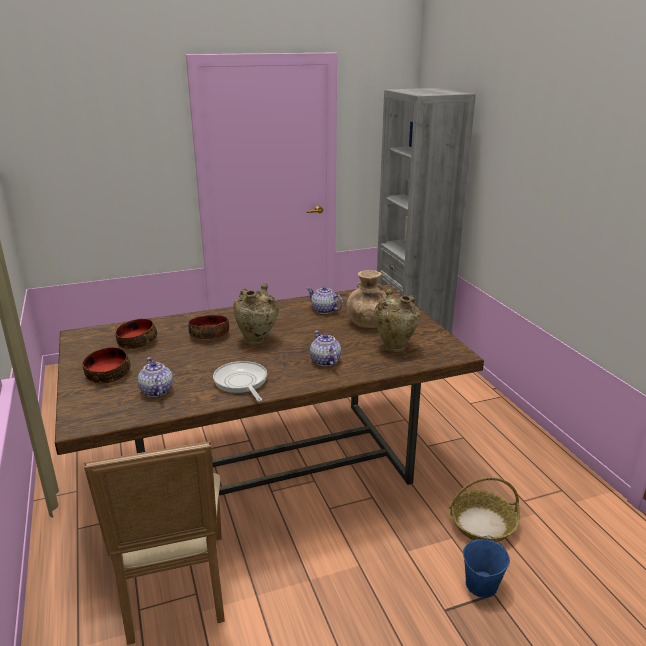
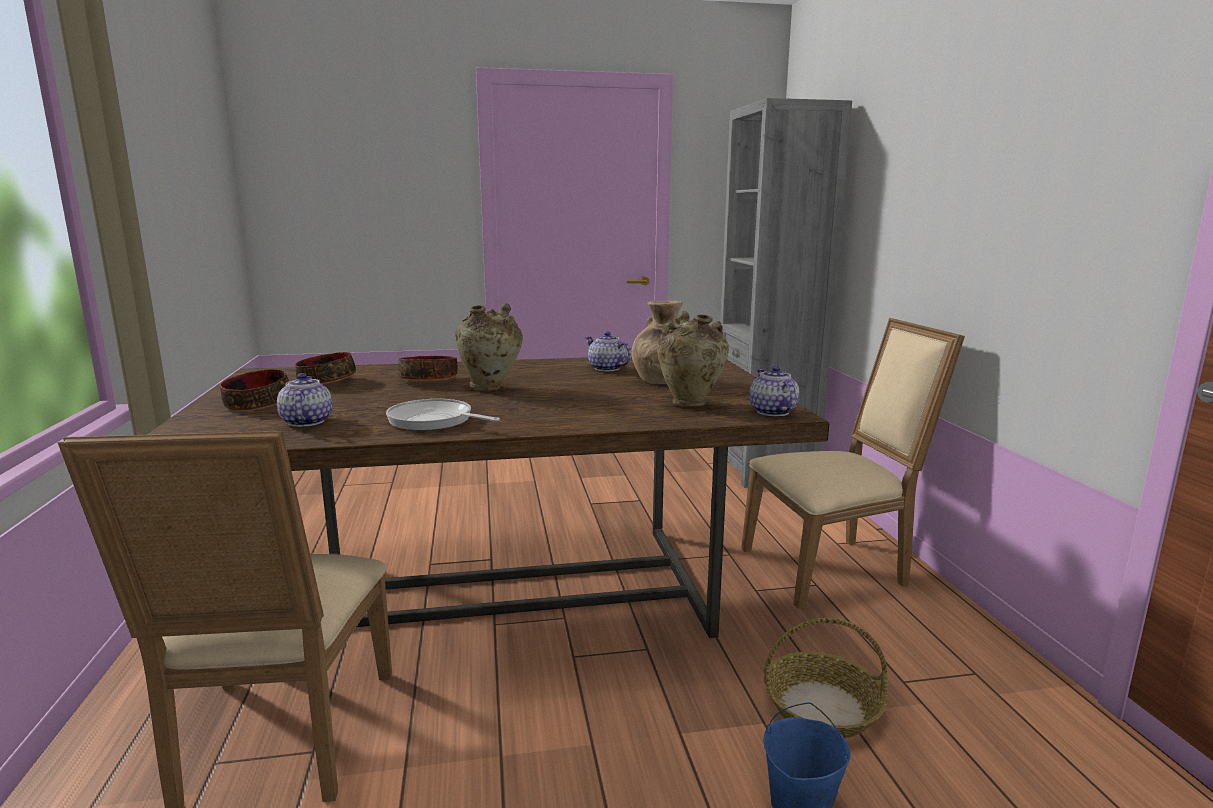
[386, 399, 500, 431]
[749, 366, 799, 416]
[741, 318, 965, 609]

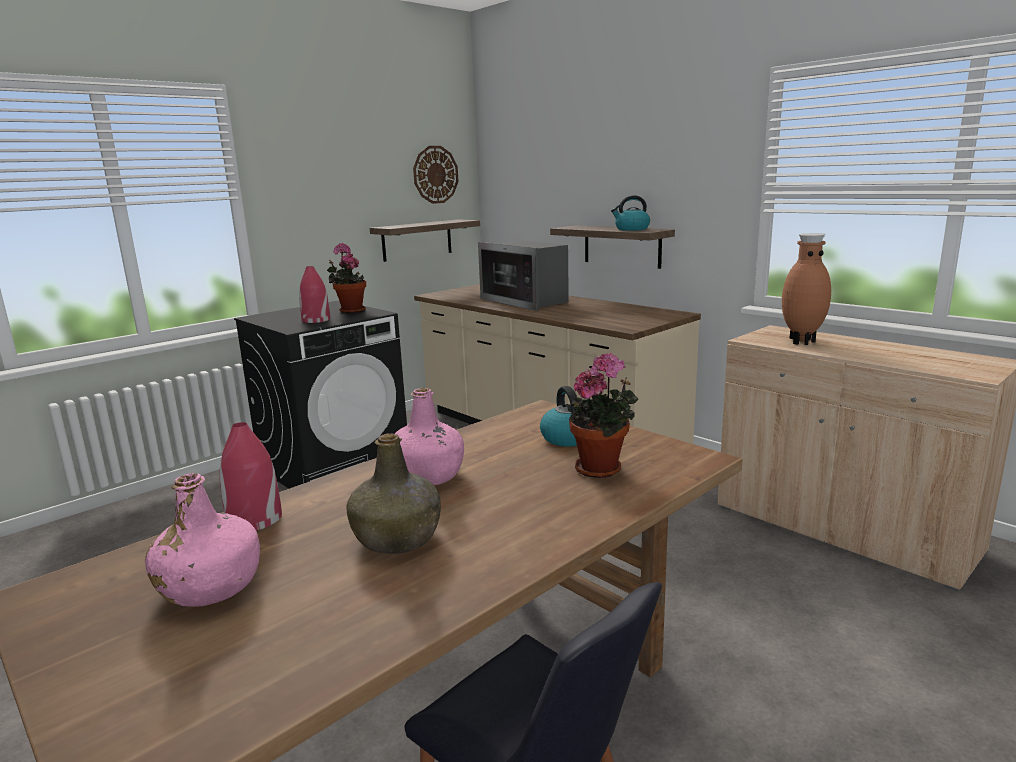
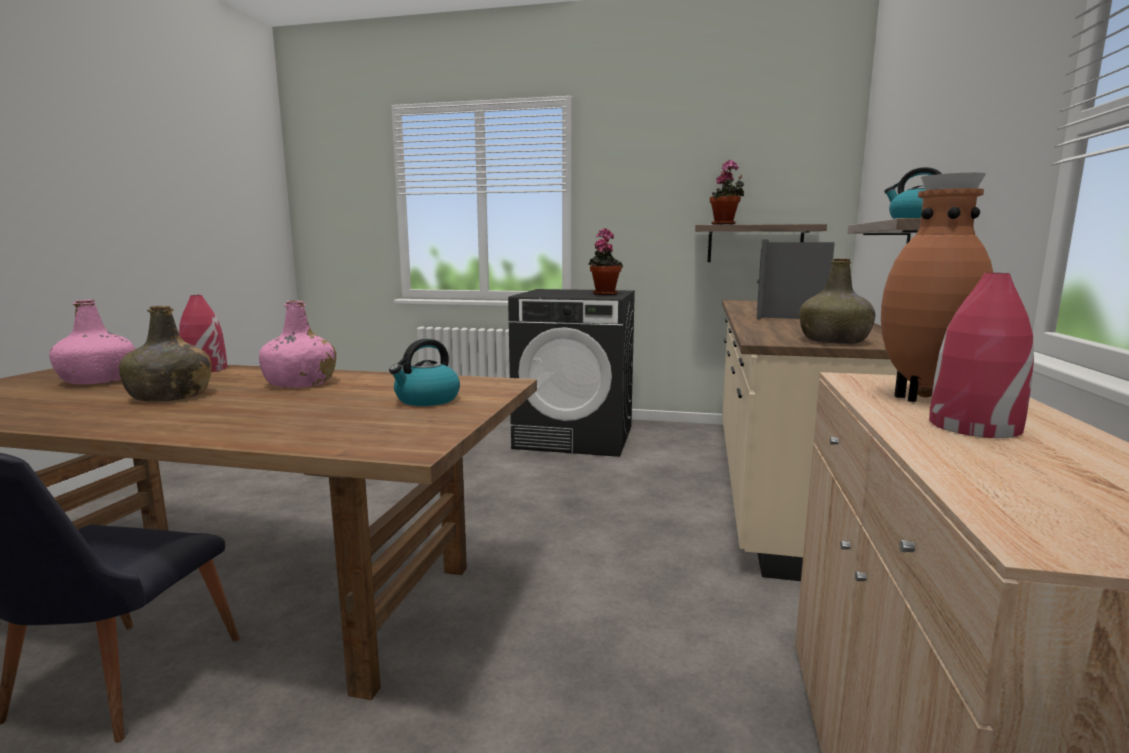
[929, 273, 1034, 438]
[413, 146, 459, 204] (first image)
[710, 160, 744, 225]
[799, 258, 876, 344]

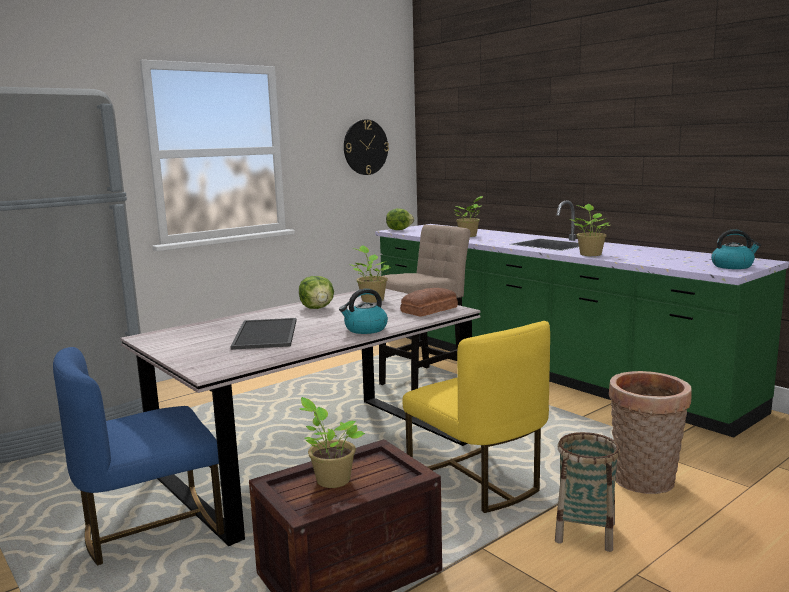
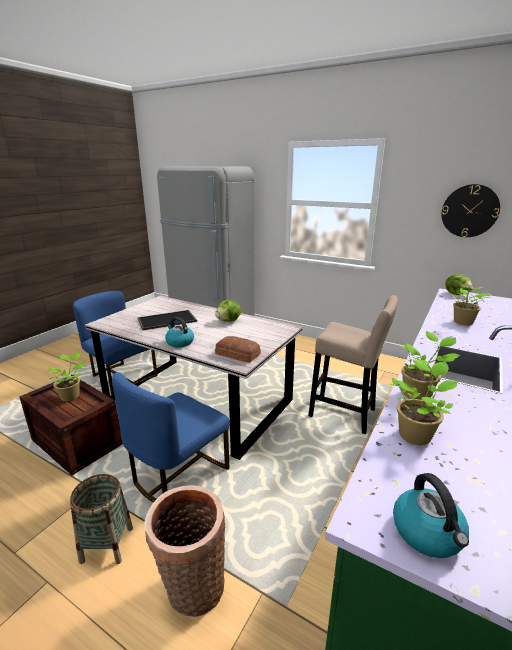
[390, 360, 457, 445]
[112, 372, 230, 502]

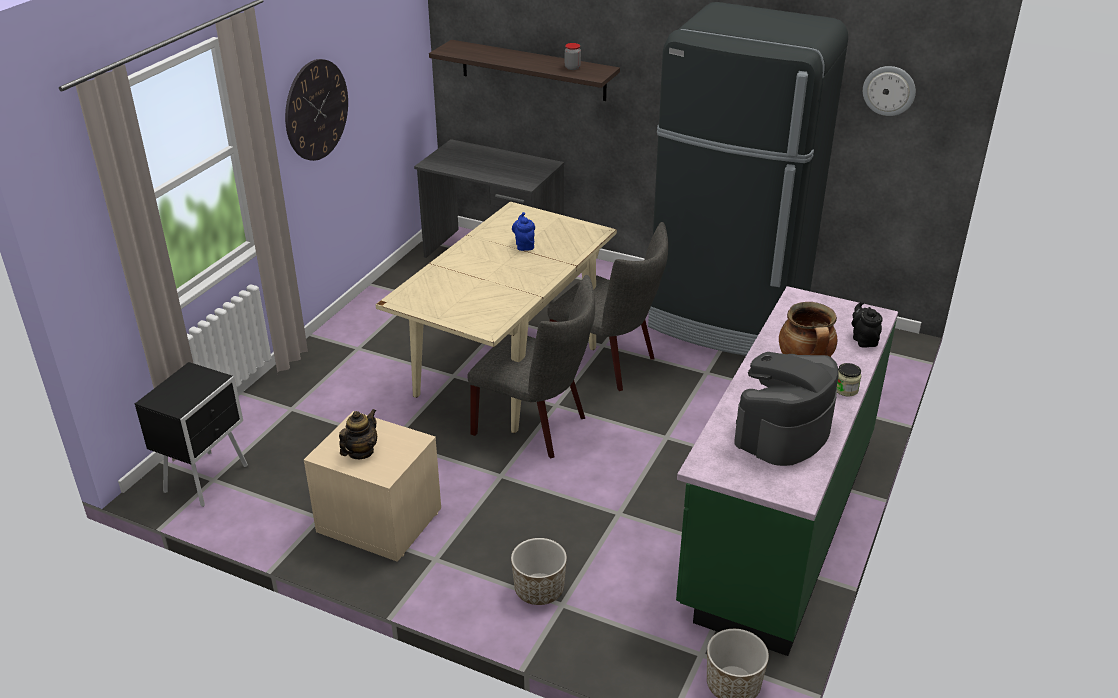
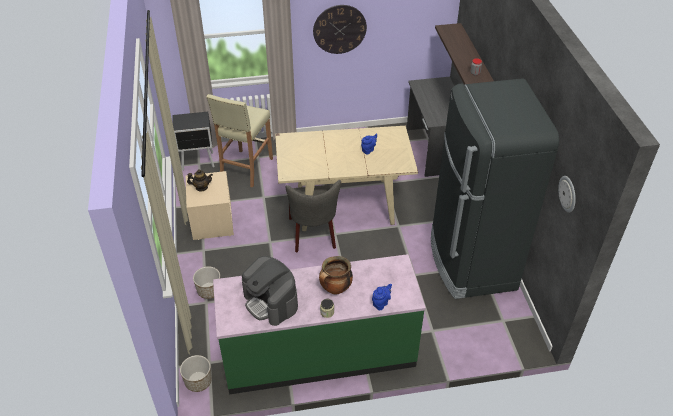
[547, 222, 668, 391] (first image)
[242, 256, 298, 326]
[372, 284, 392, 310]
[206, 94, 273, 188]

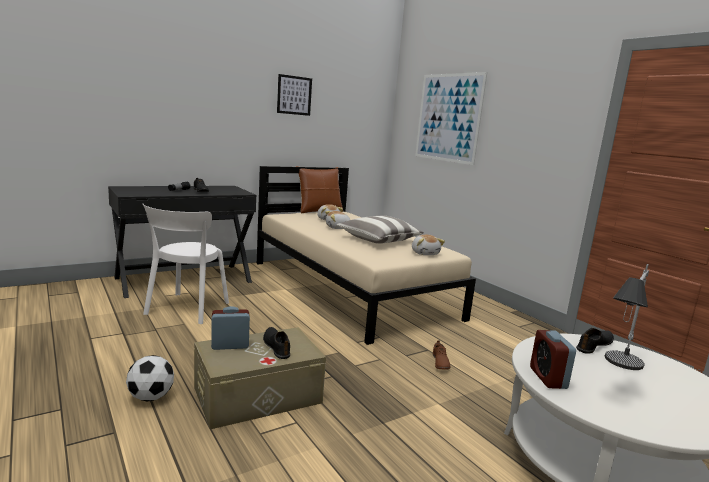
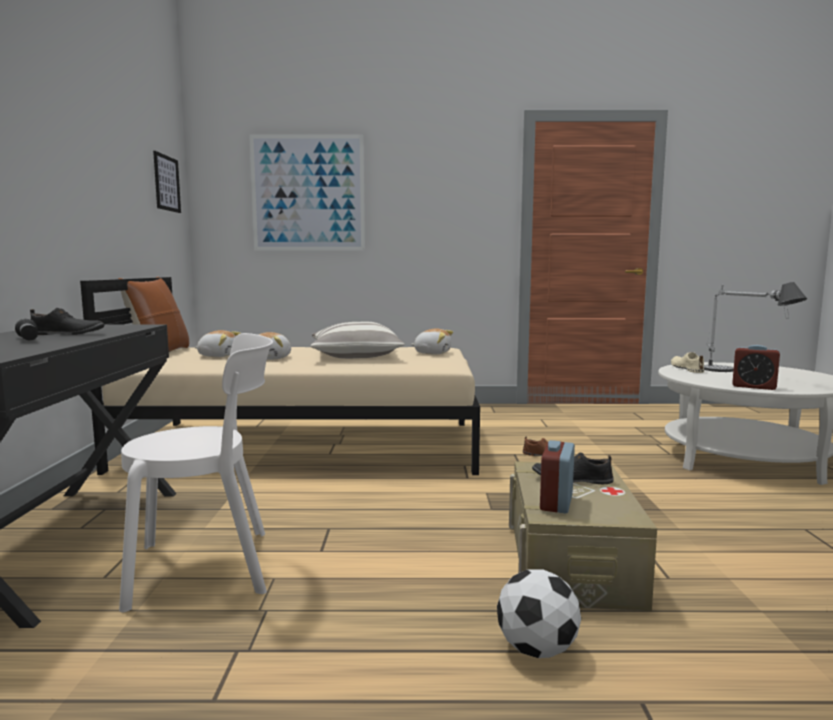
[119, 333, 273, 612]
[153, 151, 181, 213]
[671, 352, 704, 373]

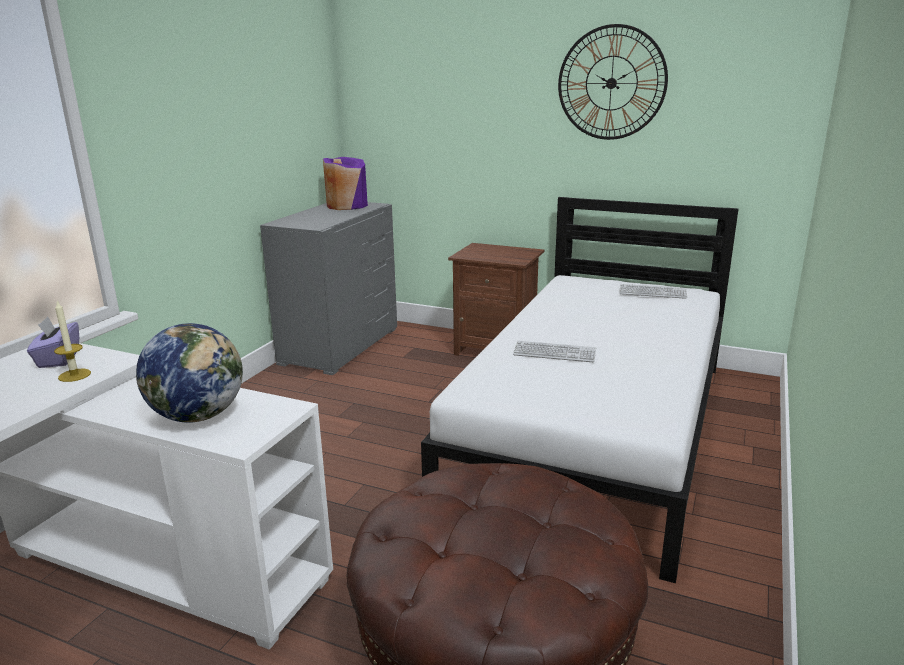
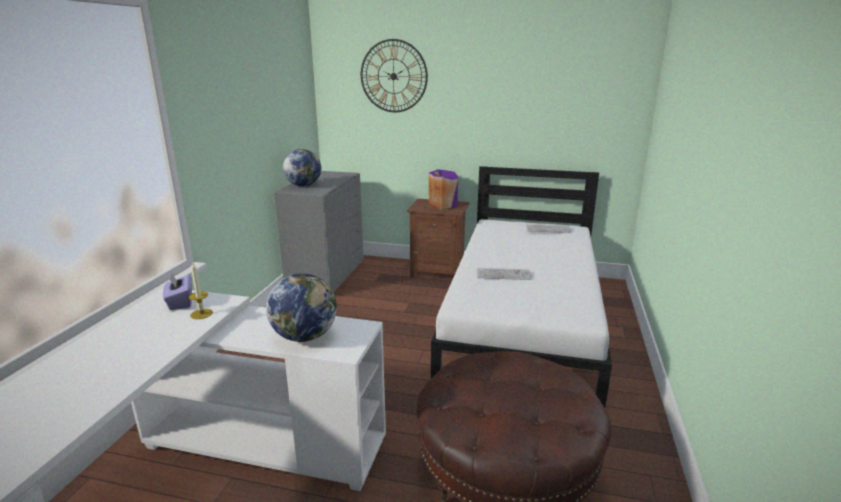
[428, 169, 458, 209]
[361, 39, 428, 112]
[283, 149, 321, 187]

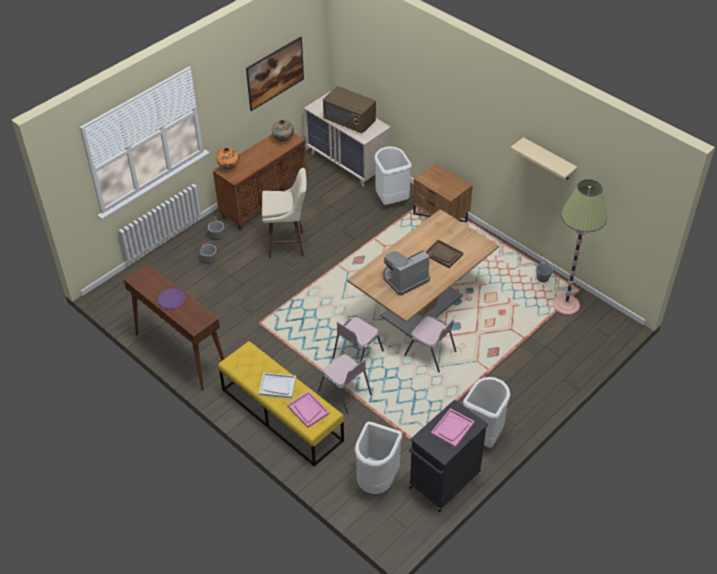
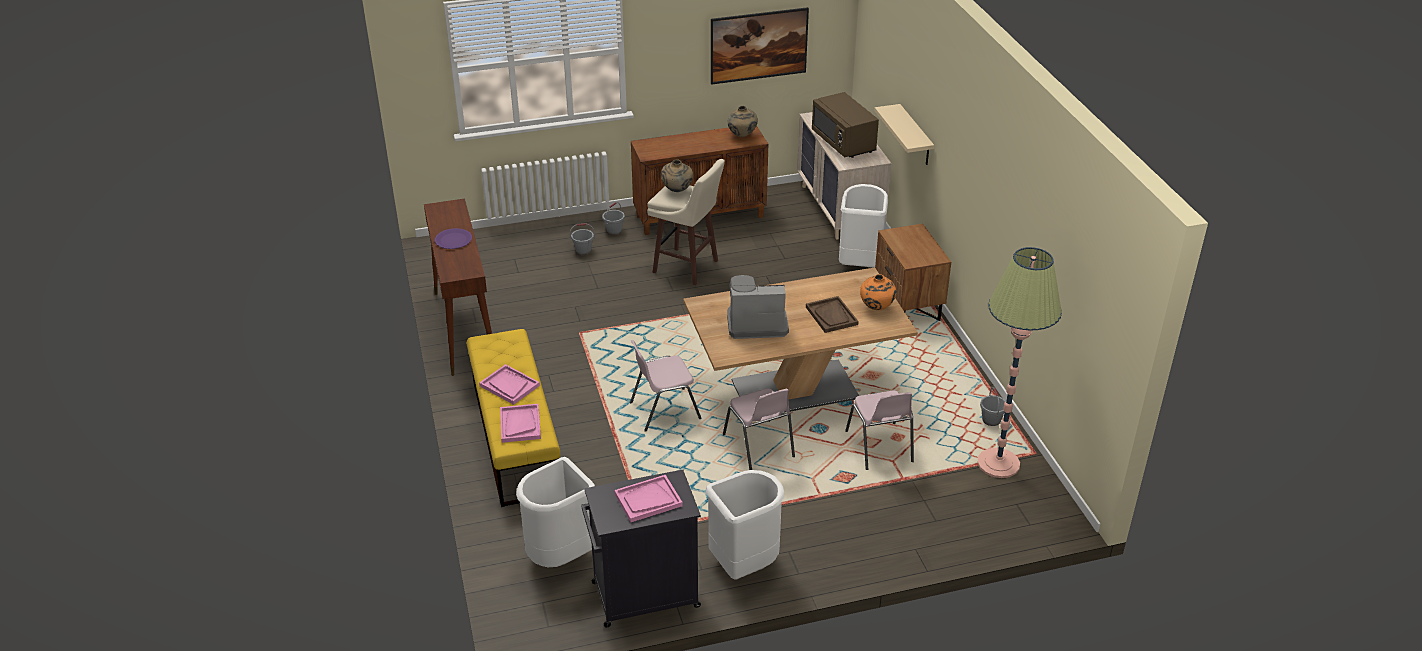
[860, 274, 897, 310]
[479, 364, 540, 405]
[845, 391, 914, 470]
[874, 104, 934, 165]
[661, 159, 693, 192]

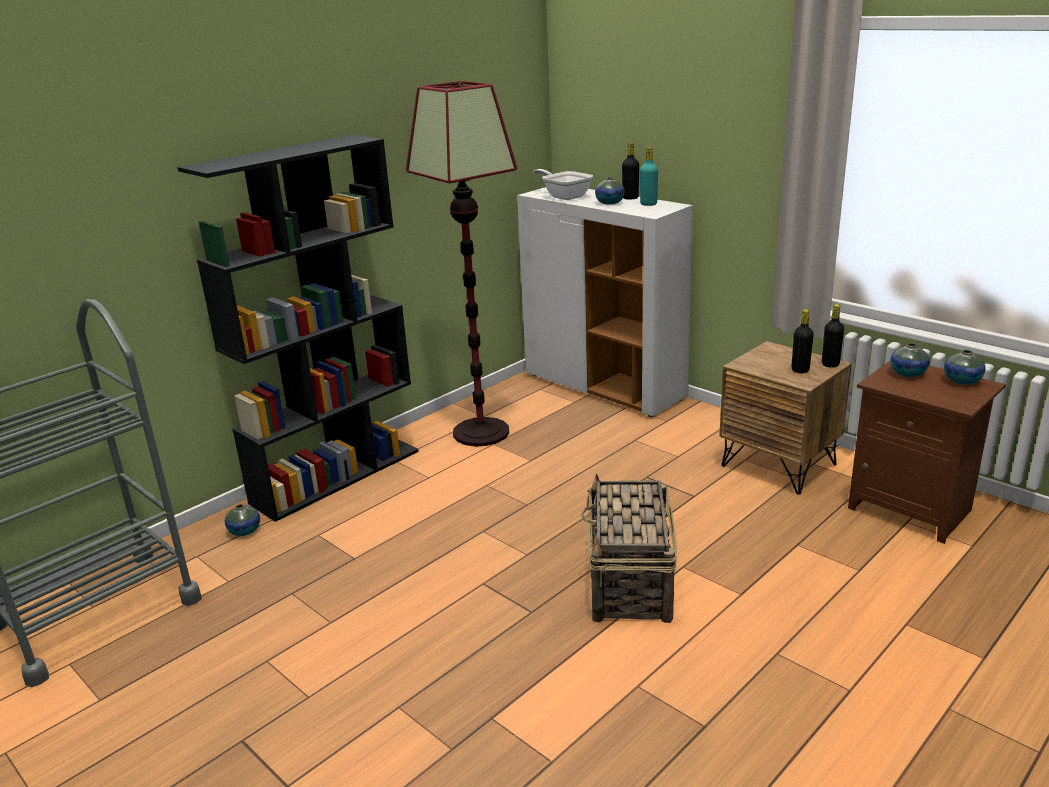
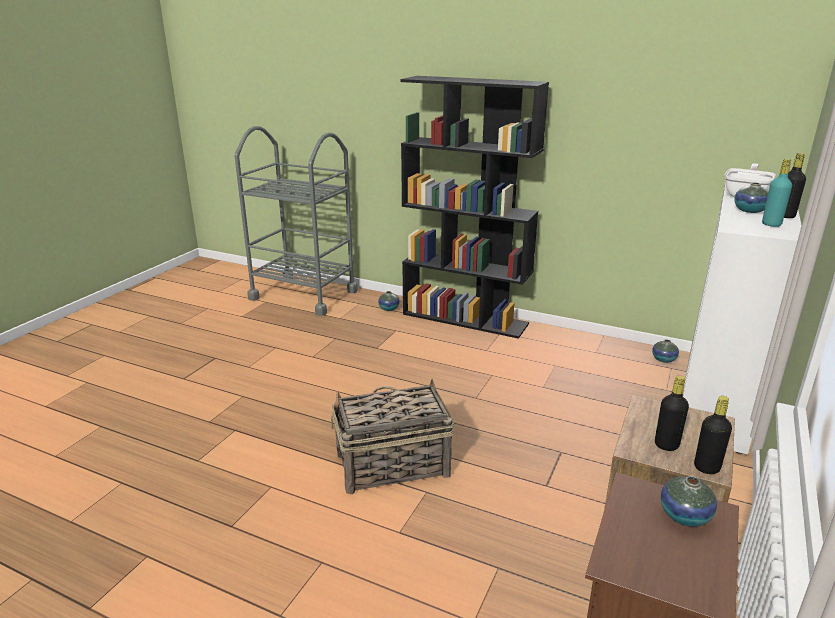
[406, 81, 517, 446] (first image)
[652, 339, 679, 363]

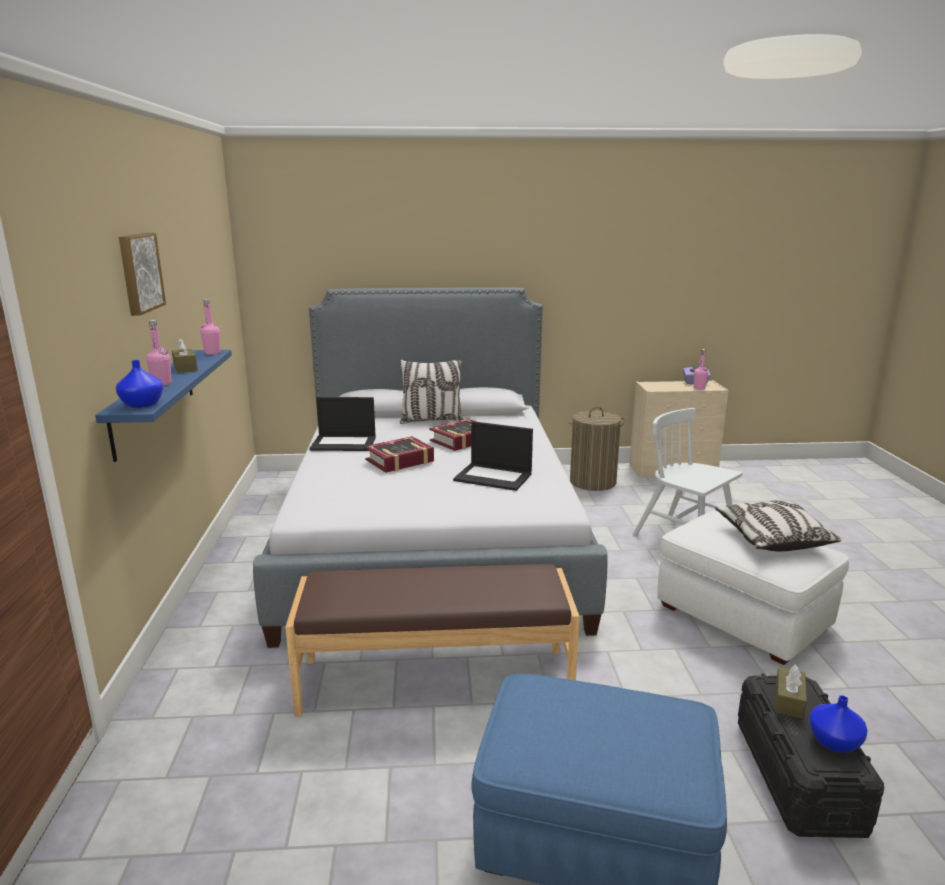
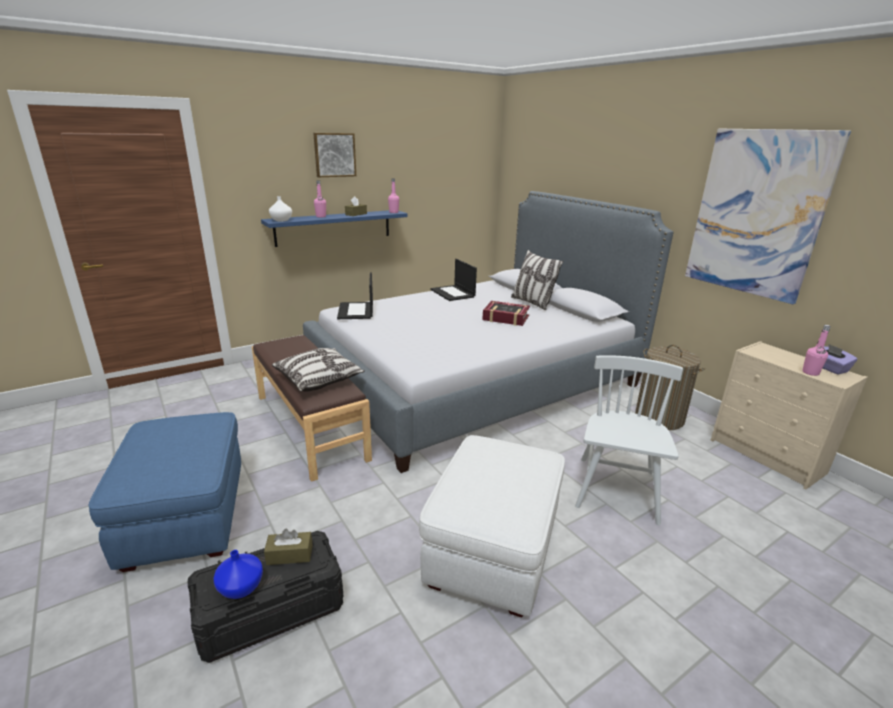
[269, 196, 292, 221]
[365, 436, 434, 473] (first image)
[337, 272, 373, 319]
[272, 348, 365, 392]
[685, 129, 851, 304]

